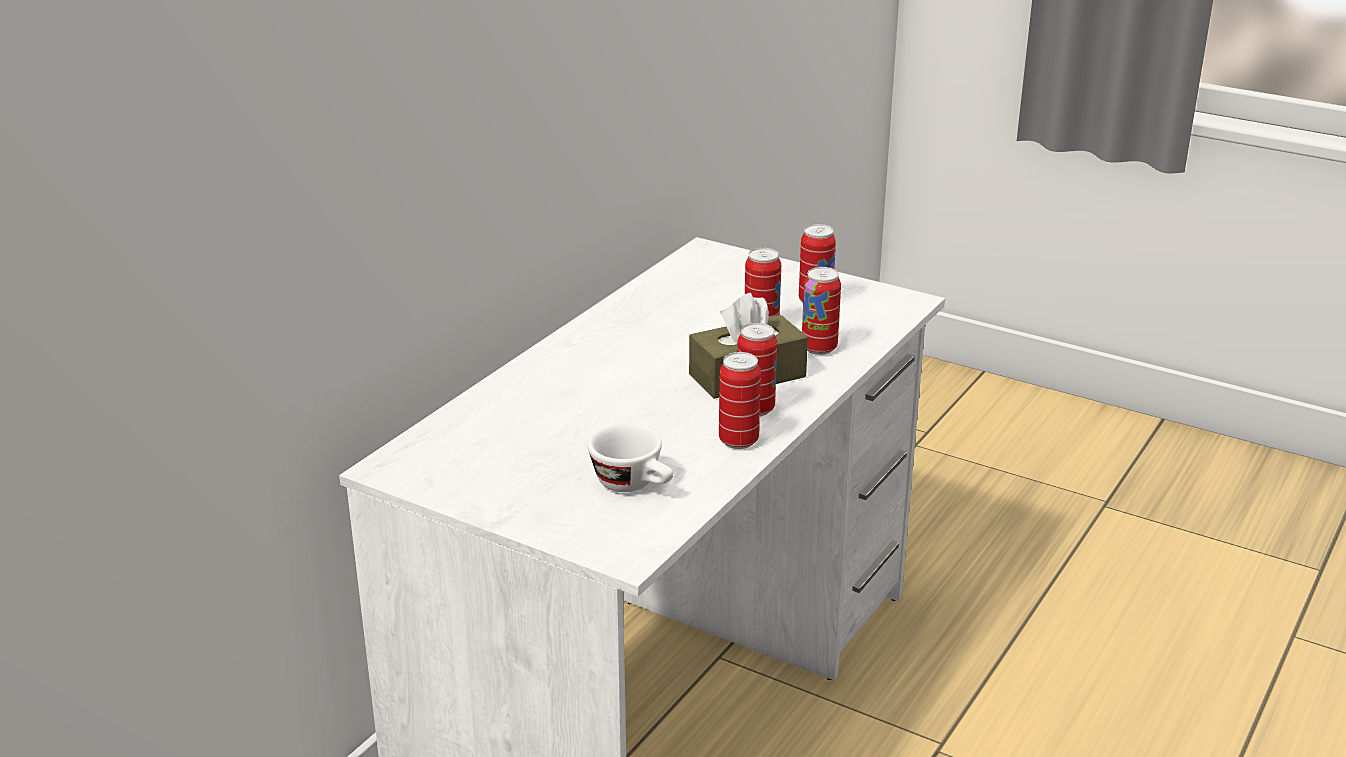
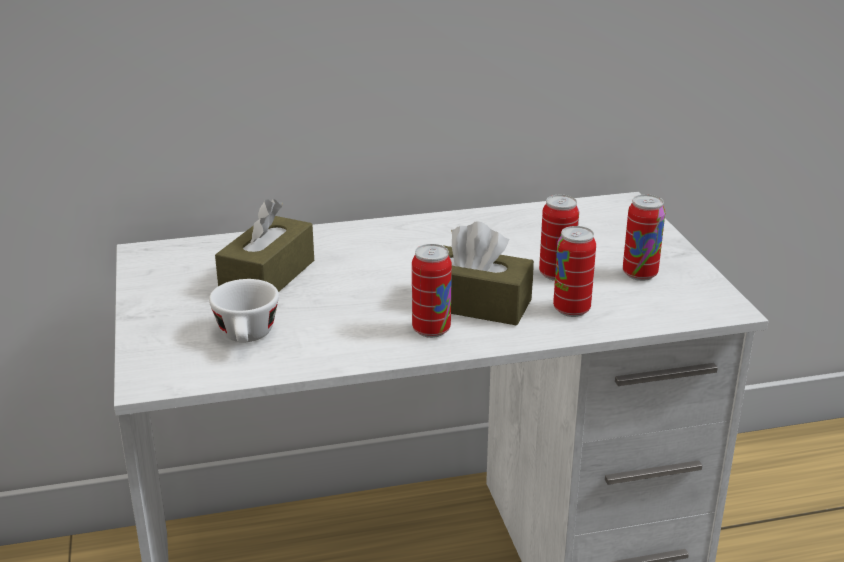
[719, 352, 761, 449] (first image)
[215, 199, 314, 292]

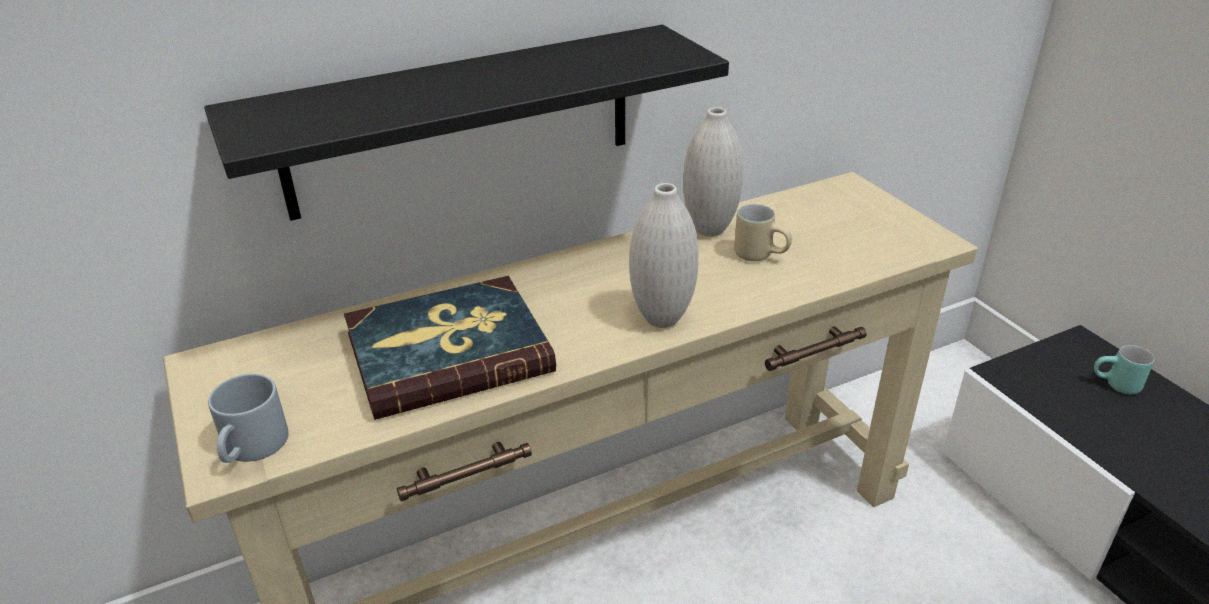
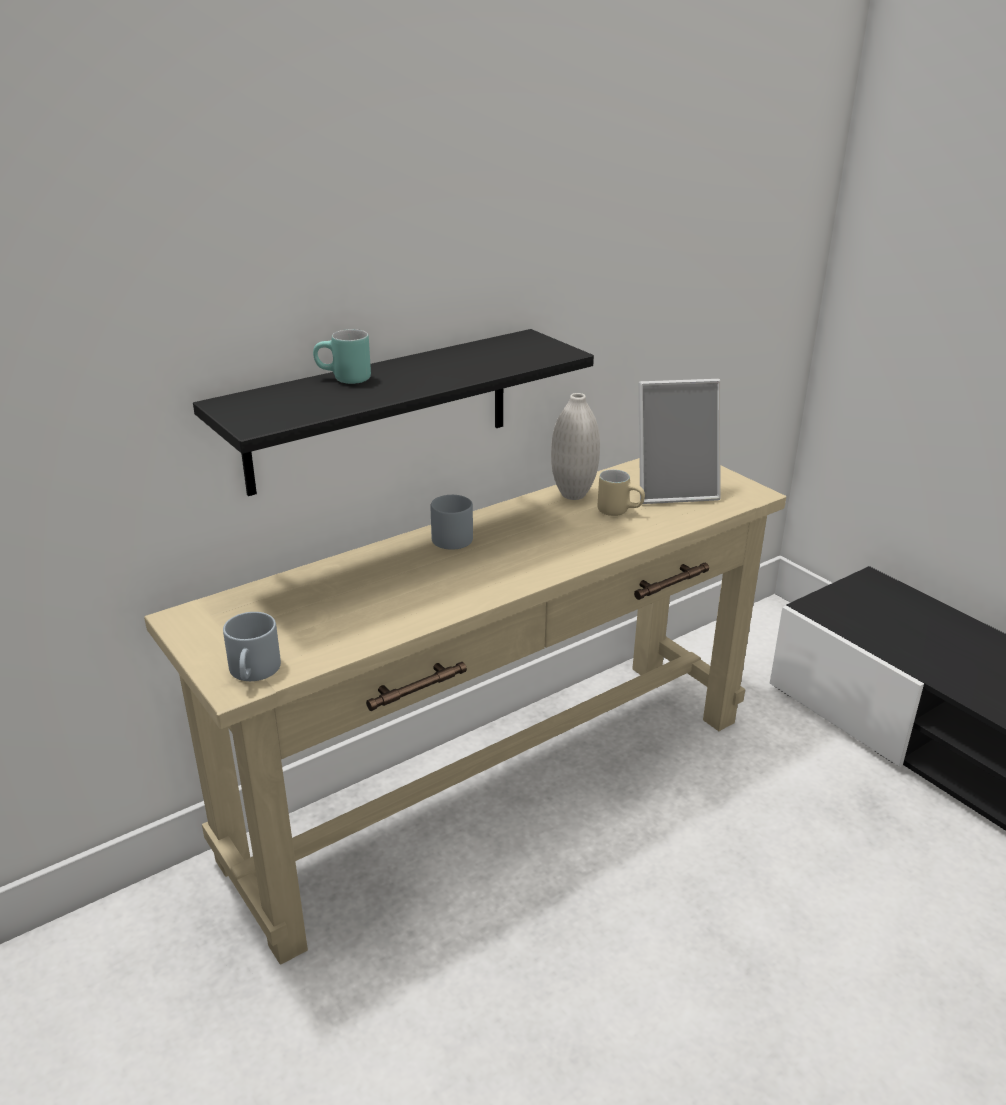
[344, 276, 556, 420] (first image)
[629, 183, 699, 328] (first image)
[313, 329, 371, 384]
[431, 495, 473, 550]
[638, 379, 720, 504]

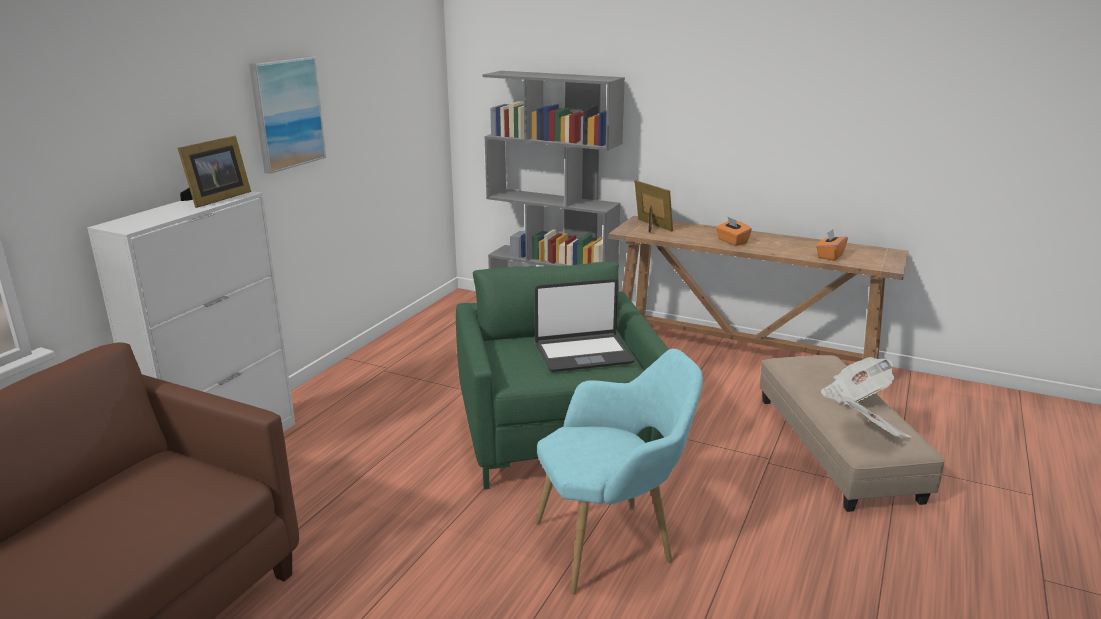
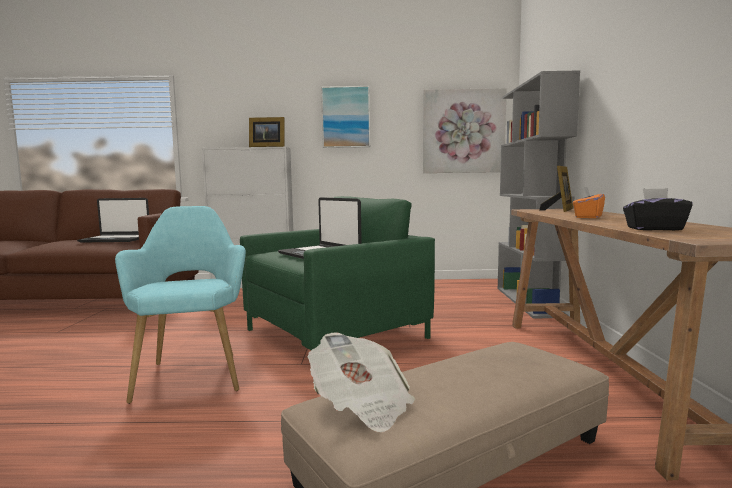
[115, 206, 246, 404]
[623, 188, 693, 230]
[821, 357, 895, 406] (first image)
[77, 198, 149, 243]
[423, 88, 507, 173]

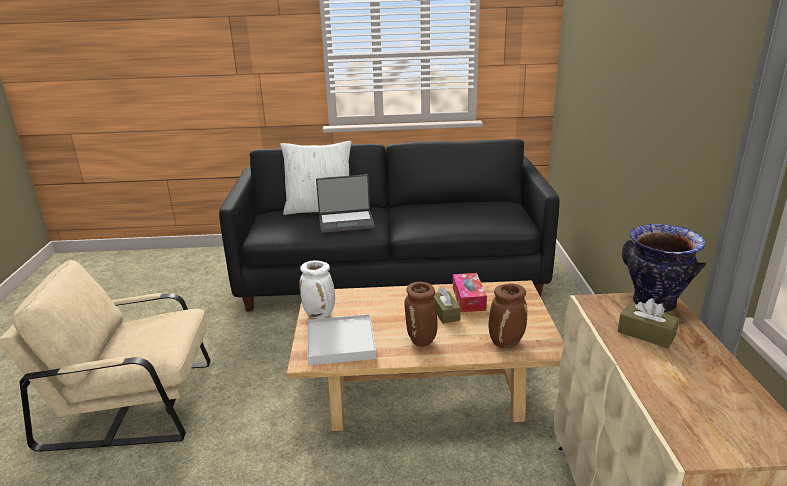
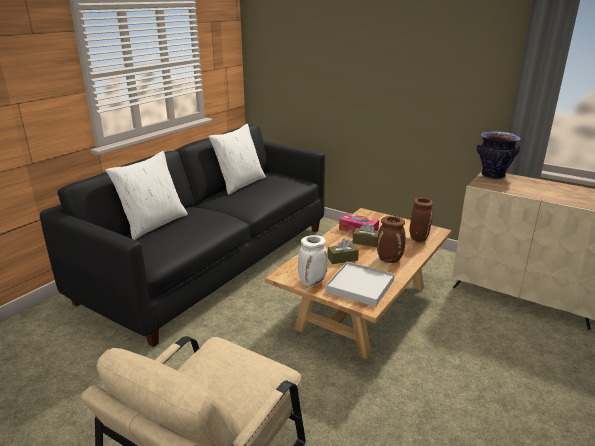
[316, 174, 375, 233] (first image)
[328, 238, 359, 264]
[208, 124, 266, 195]

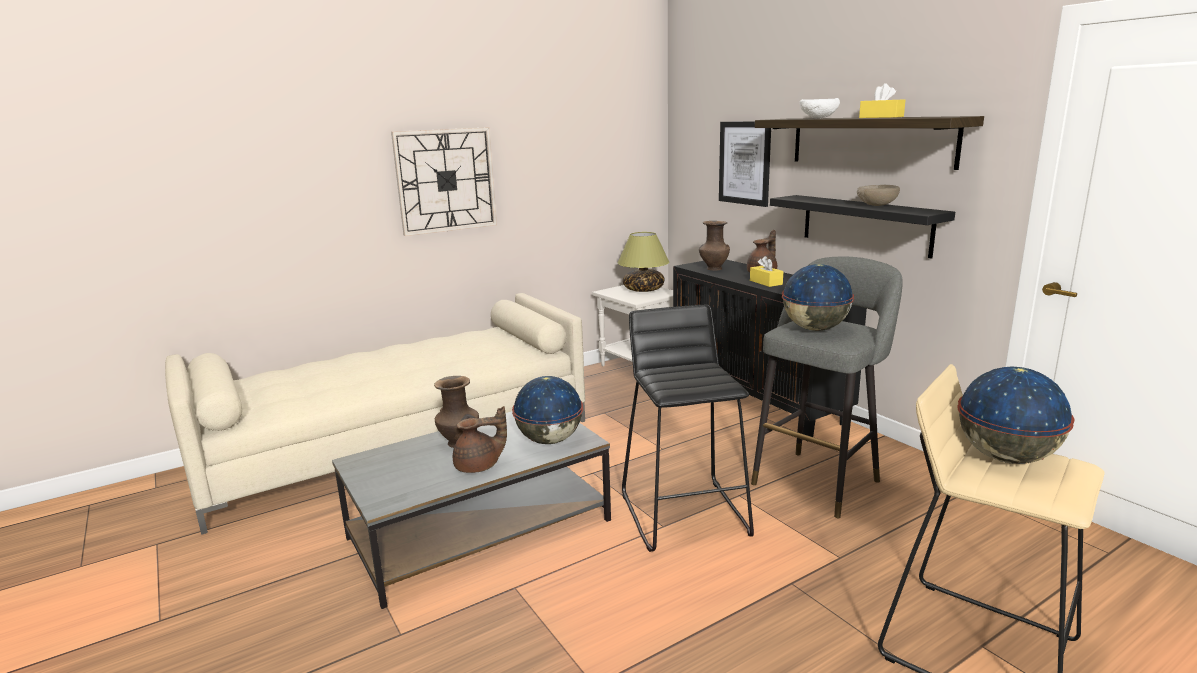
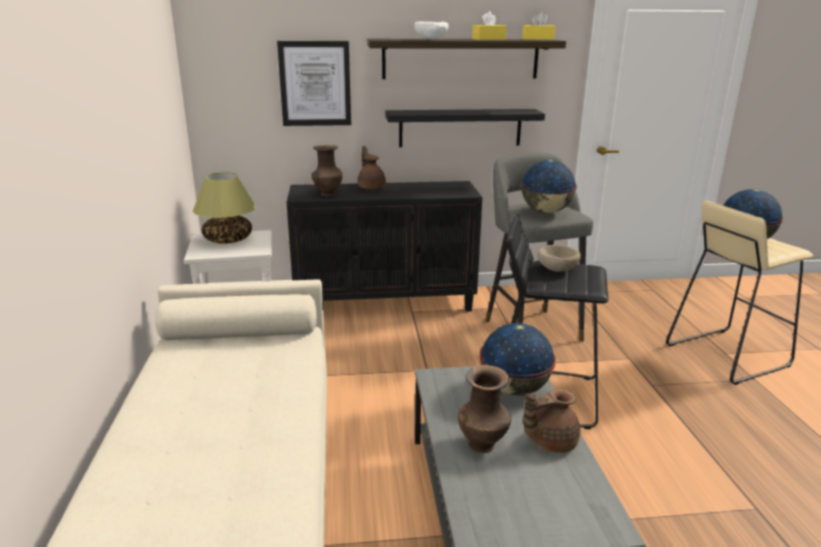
[391, 127, 497, 236] (first image)
[523, 388, 580, 453]
[522, 12, 555, 40]
[537, 245, 581, 272]

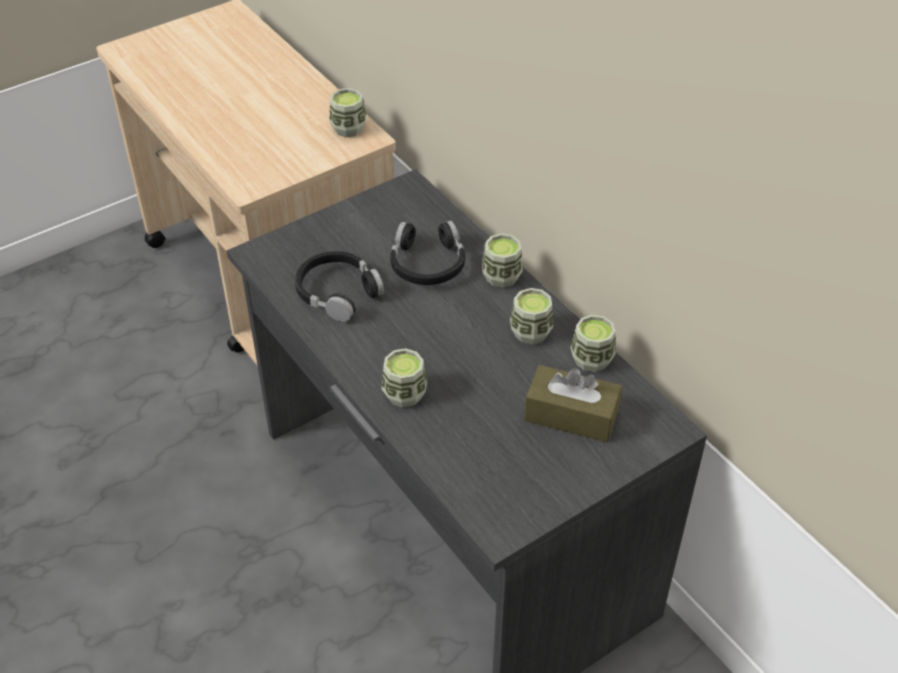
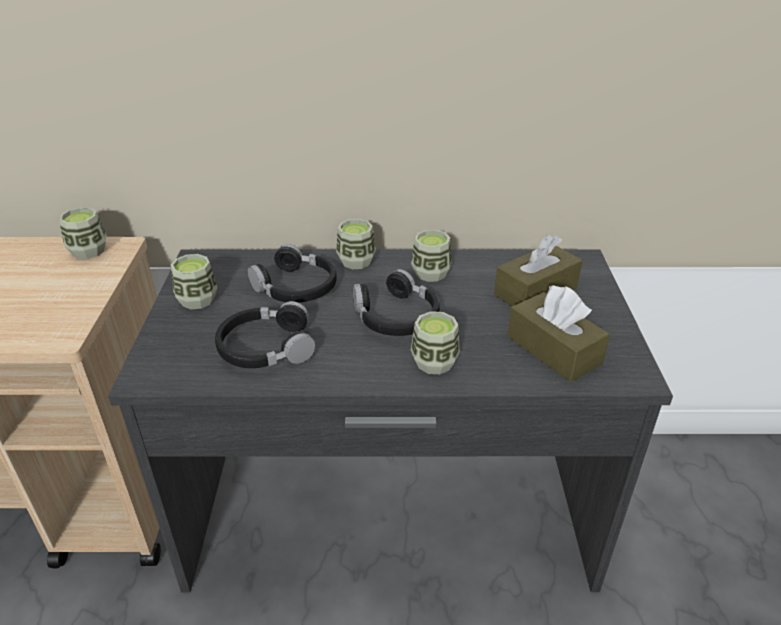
[171, 254, 217, 309]
[353, 269, 440, 336]
[508, 286, 610, 382]

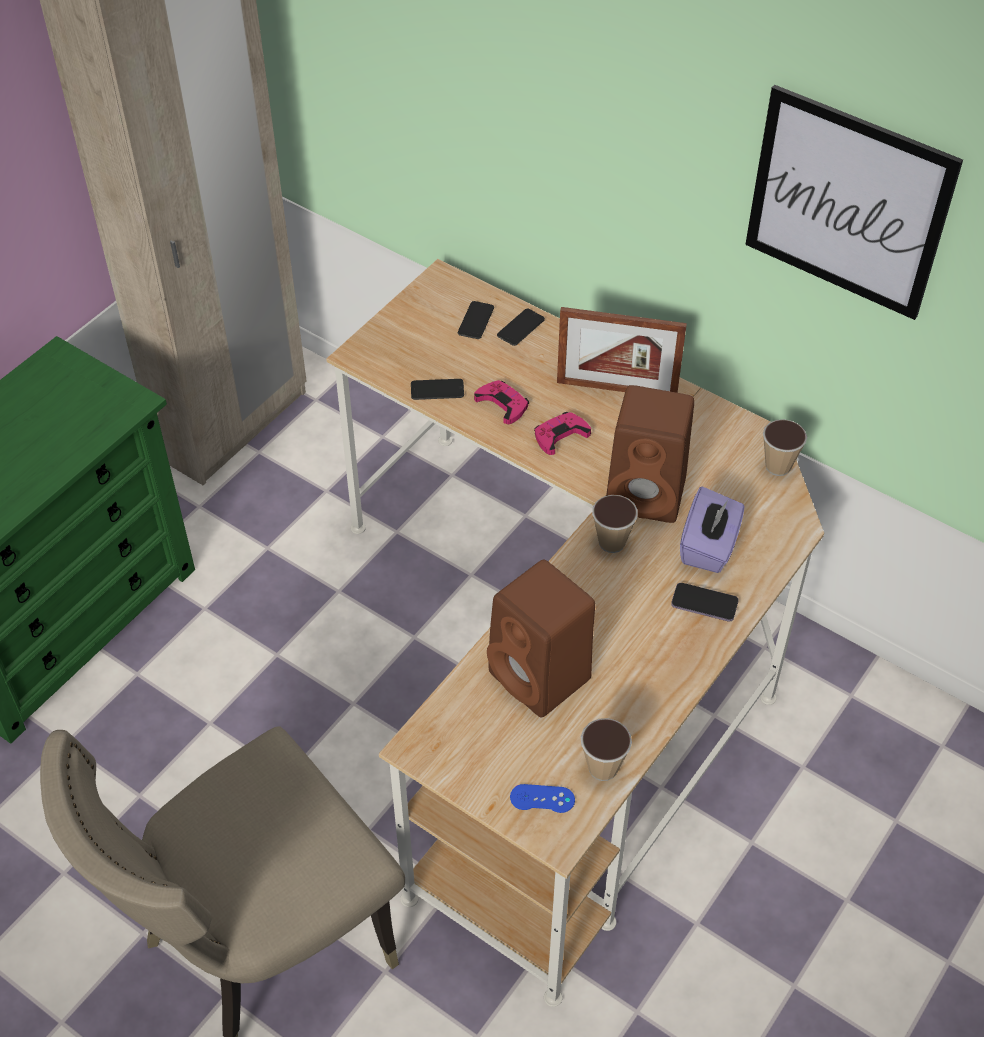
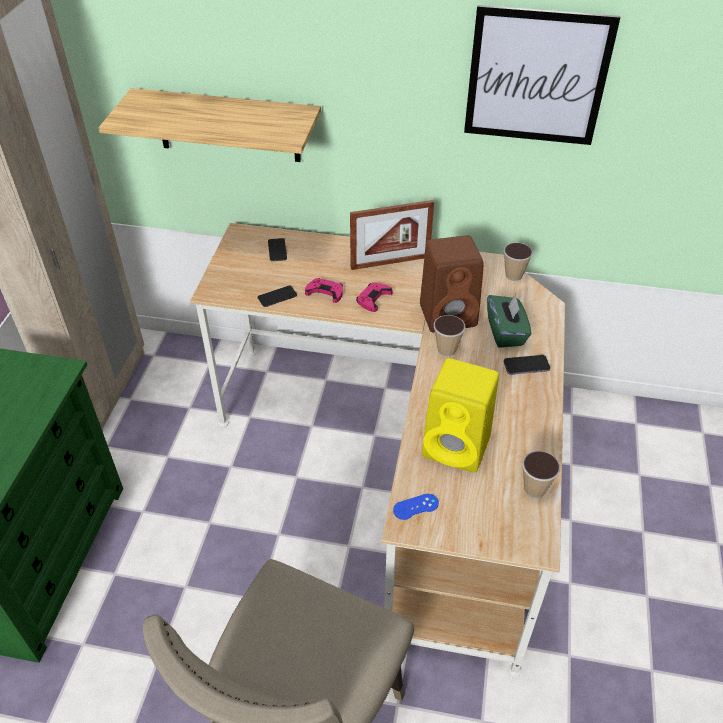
[422, 358, 499, 473]
[497, 309, 545, 346] (first image)
[393, 494, 439, 520]
[487, 294, 531, 348]
[98, 88, 321, 162]

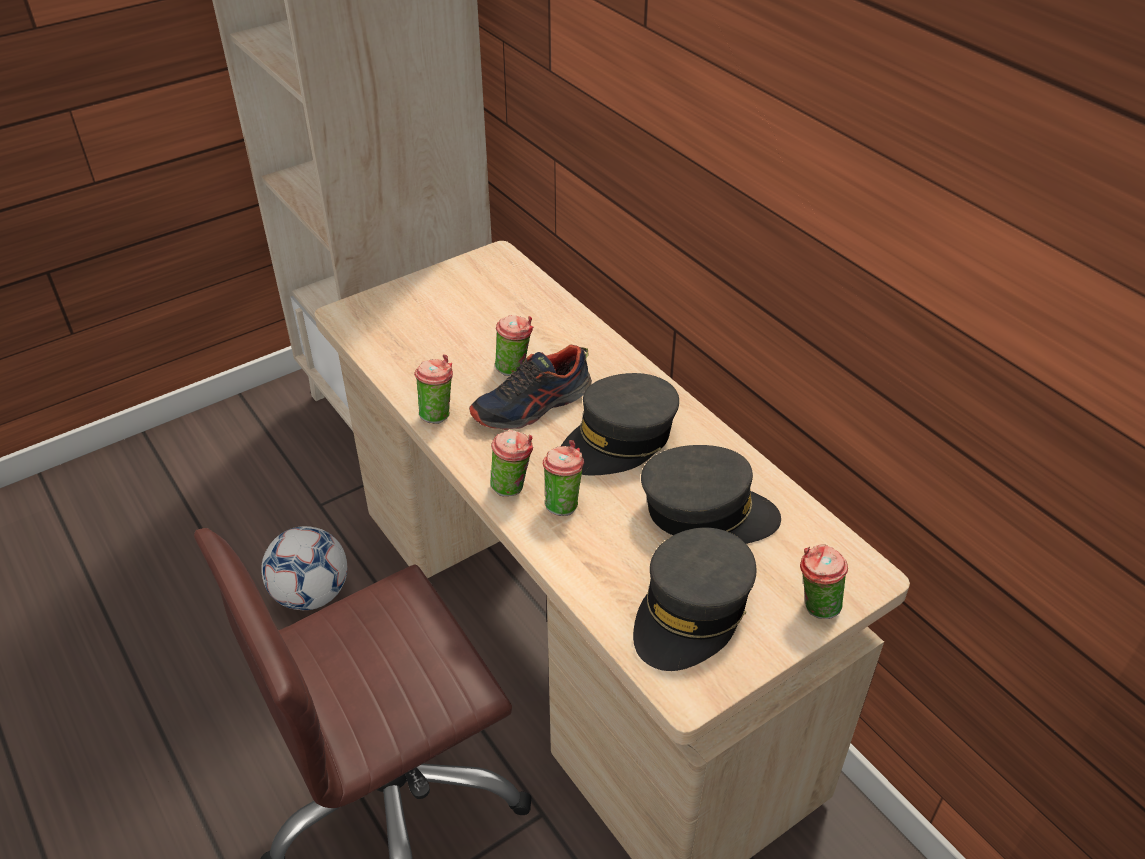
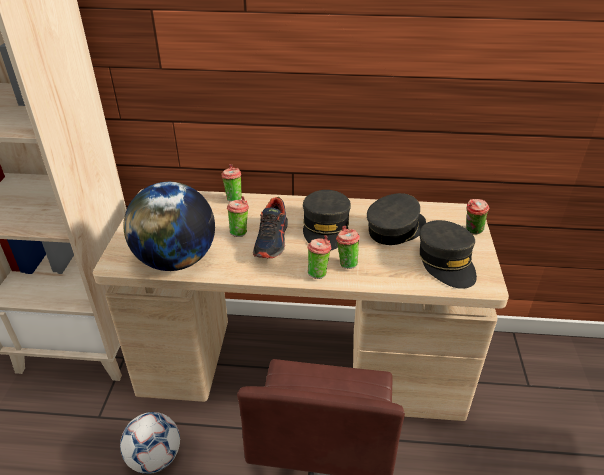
[221, 164, 242, 201]
[123, 182, 215, 271]

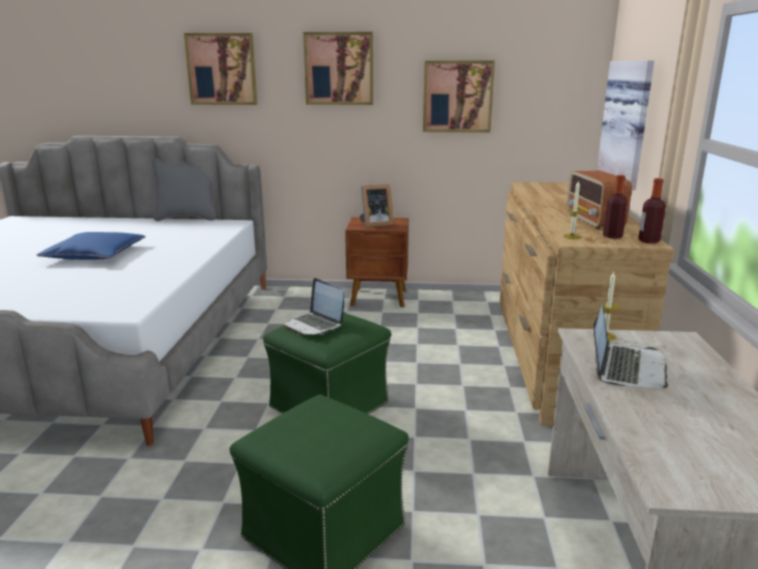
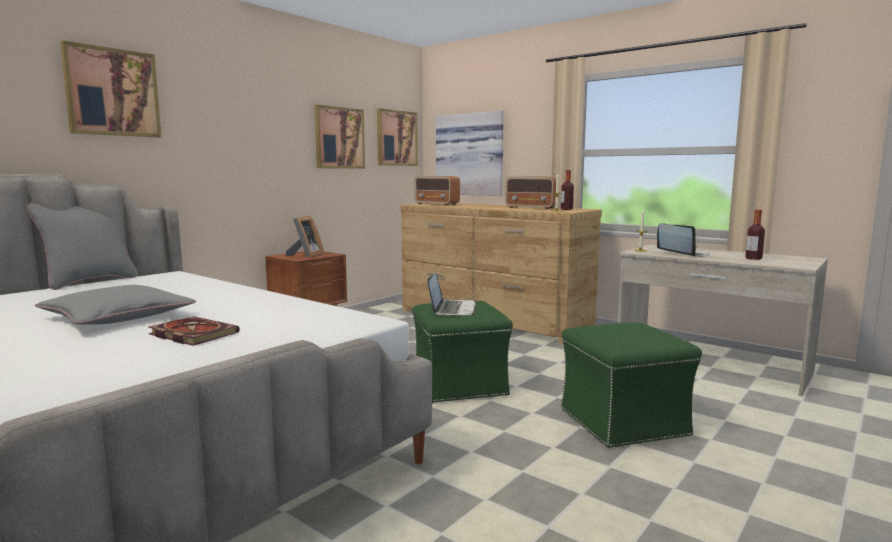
[35, 285, 196, 325]
[427, 272, 477, 315]
[377, 108, 418, 166]
[745, 210, 765, 260]
[148, 316, 240, 346]
[414, 176, 460, 205]

